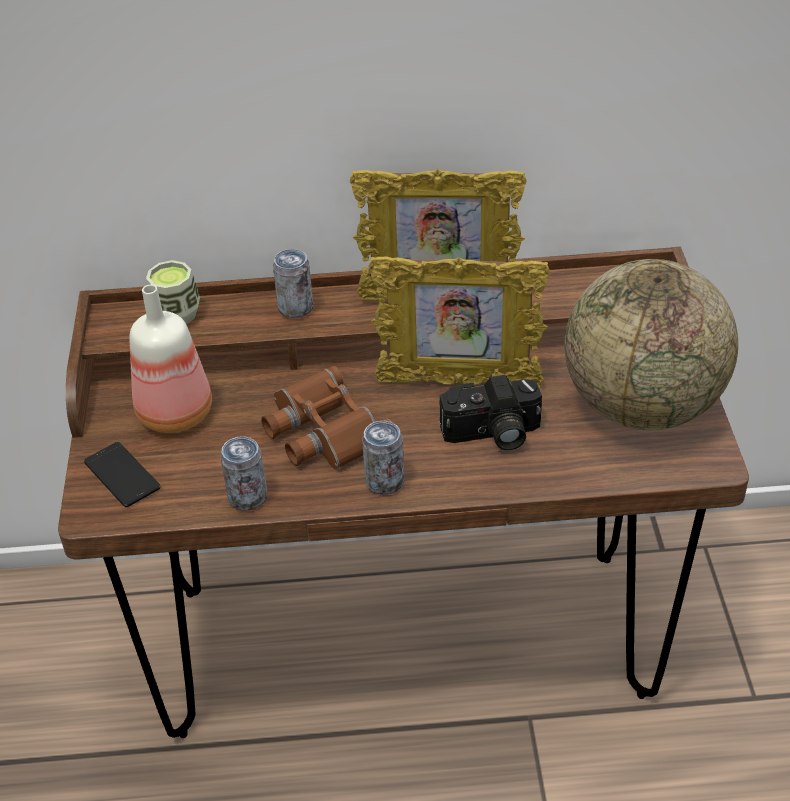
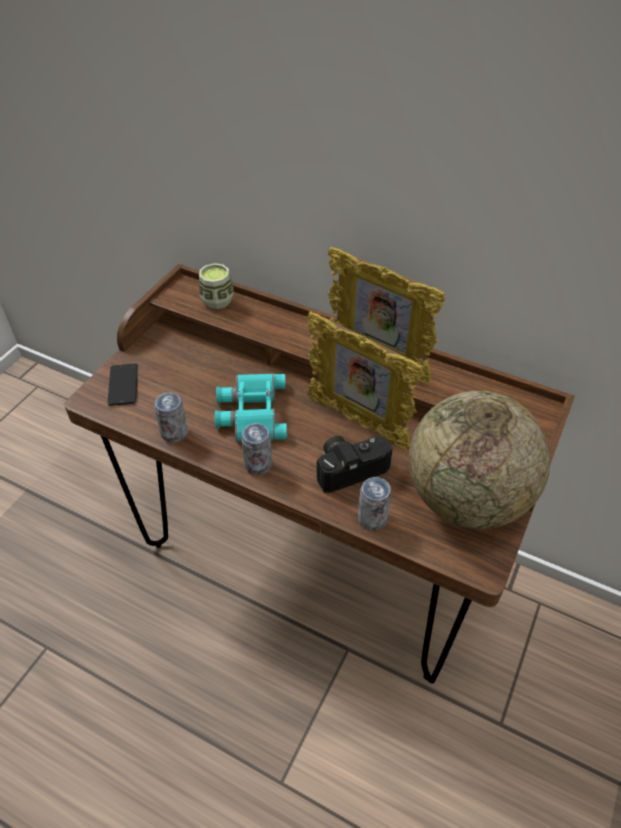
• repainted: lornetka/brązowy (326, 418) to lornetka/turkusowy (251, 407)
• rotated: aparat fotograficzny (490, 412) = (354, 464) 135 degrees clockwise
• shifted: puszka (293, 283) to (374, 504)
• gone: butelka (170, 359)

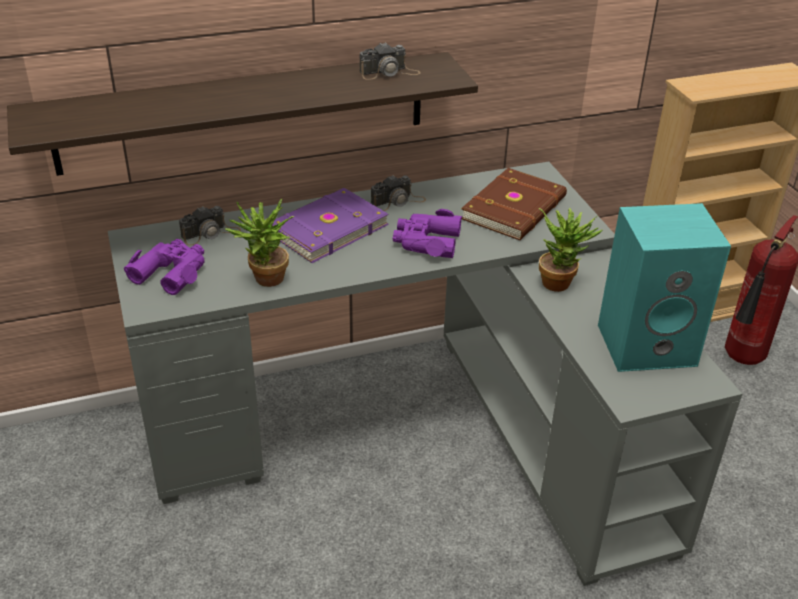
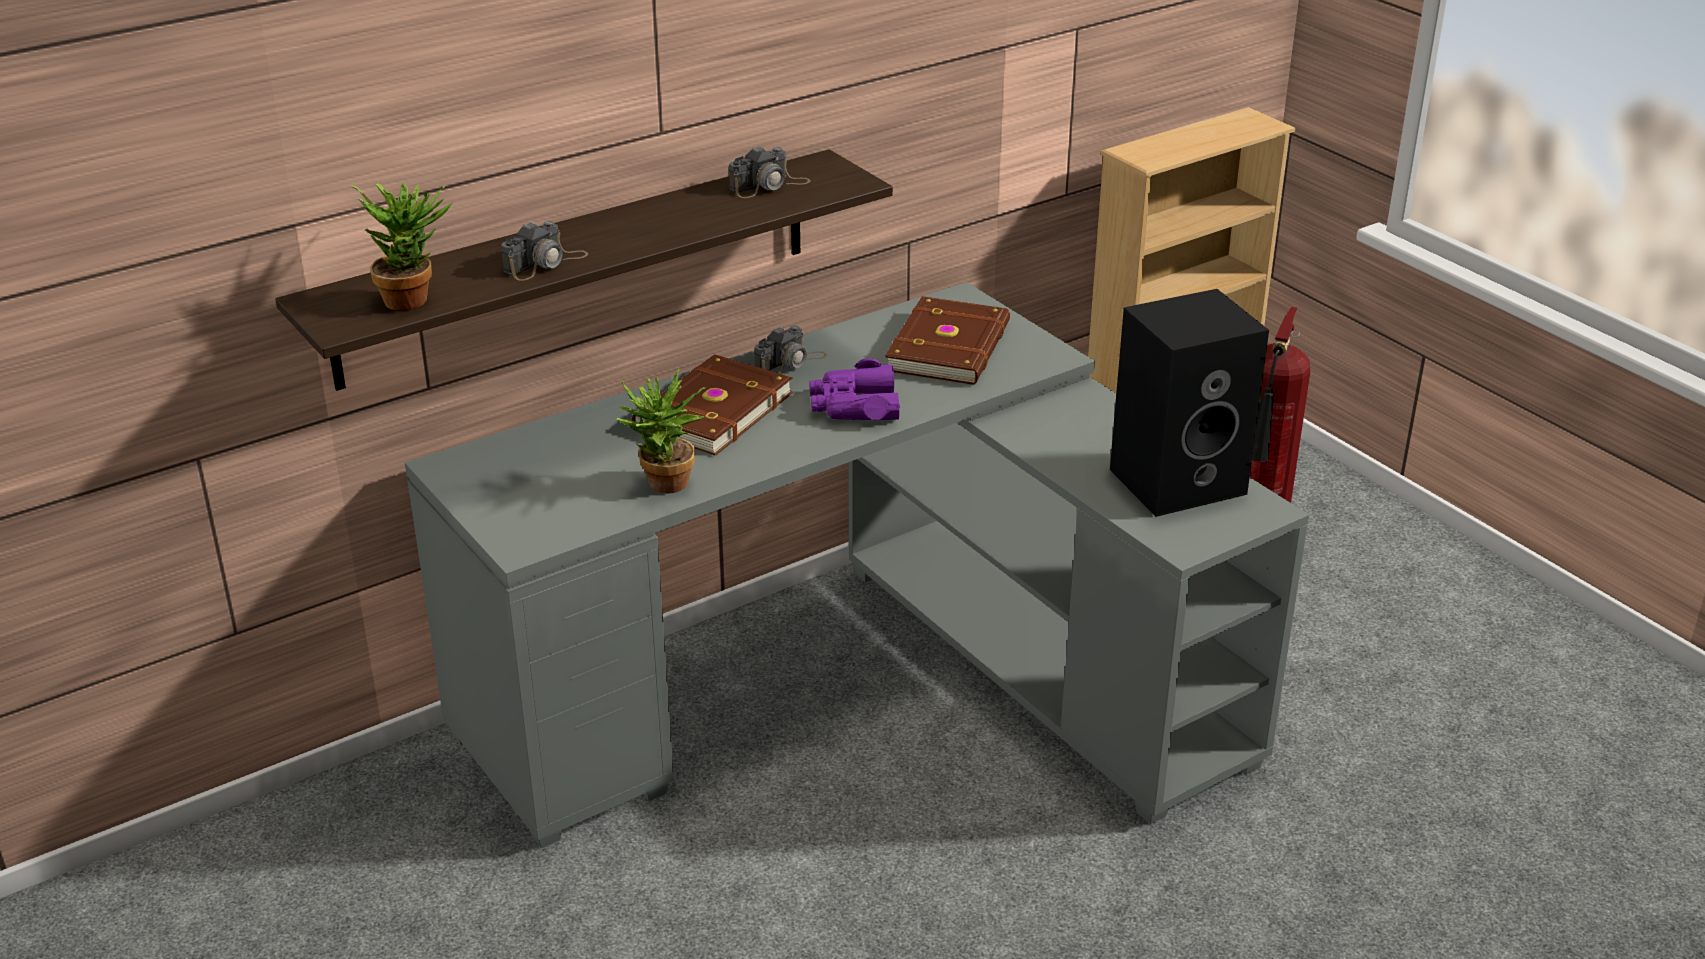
• shifted: roślina doniczkowa (571, 250) to (402, 247)
• shifted: aparat fotograficzny (210, 226) to (544, 251)
• repainted: książka/fioletowy (330, 225) to książka/brązowy (712, 405)
• repainted: głośnik/turkusowy (664, 287) to głośnik/czarny (1189, 403)
• gone: lornetka/fioletowy (164, 267)

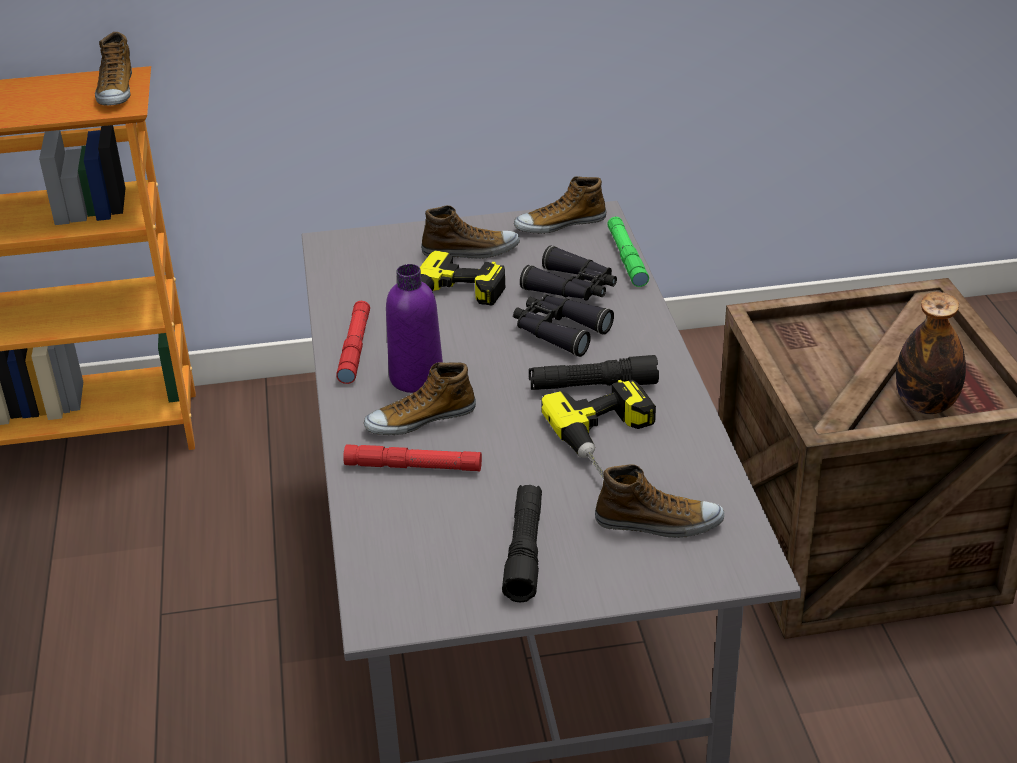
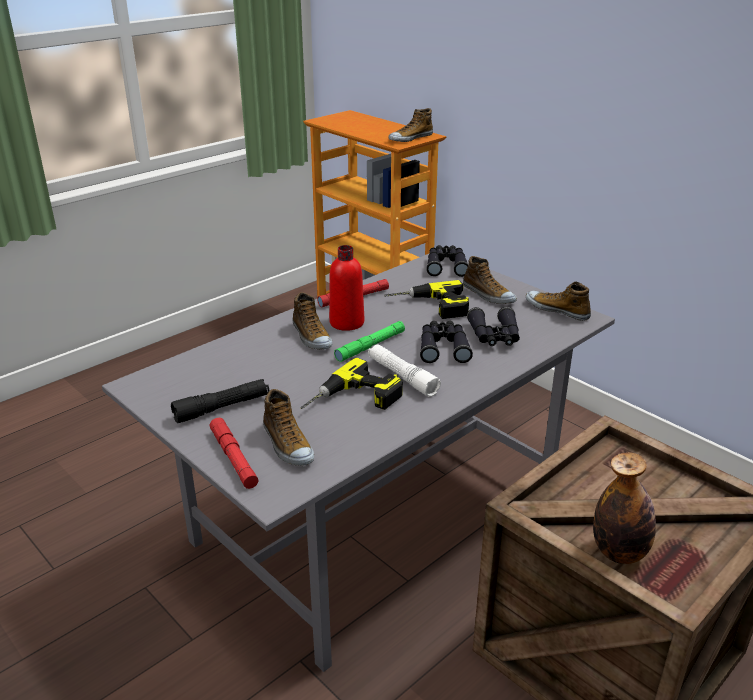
• shifted: latarka/czerwony (412, 457) to (234, 453)
• rotated: but (420, 398) = (312, 321) 150 degrees counterclockwise
• repainted: butelka/fioletowy (414, 328) to butelka/czerwony (346, 288)
• shifted: latarka/zielony (628, 252) to (369, 341)
• repainted: latarka/czarny (594, 372) to latarka/biały (404, 371)
• new: lornetka/czarny (447, 261)

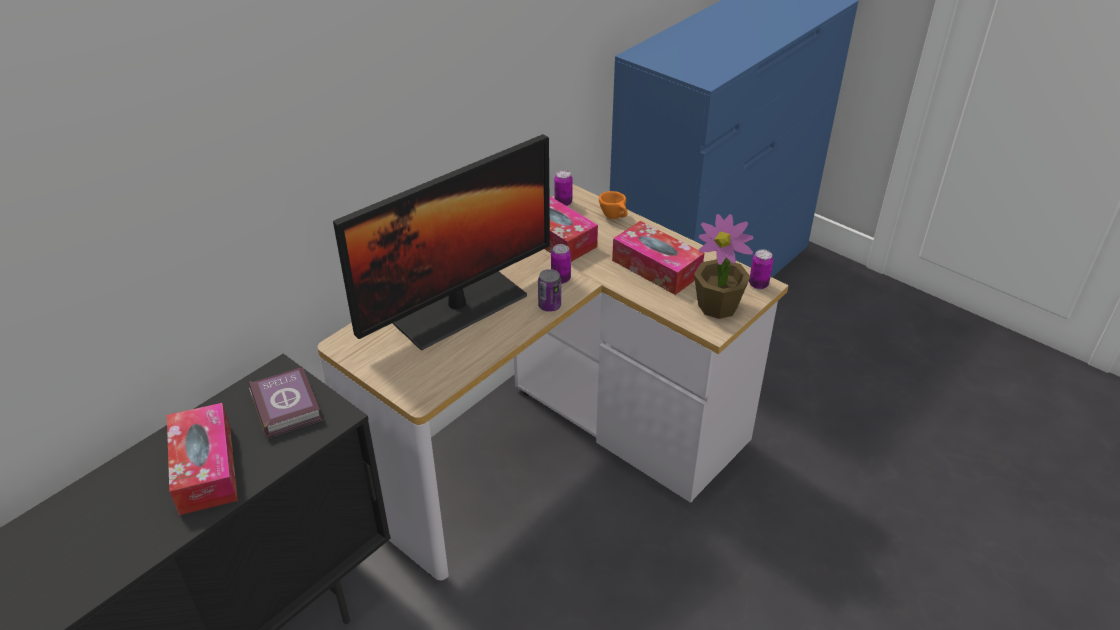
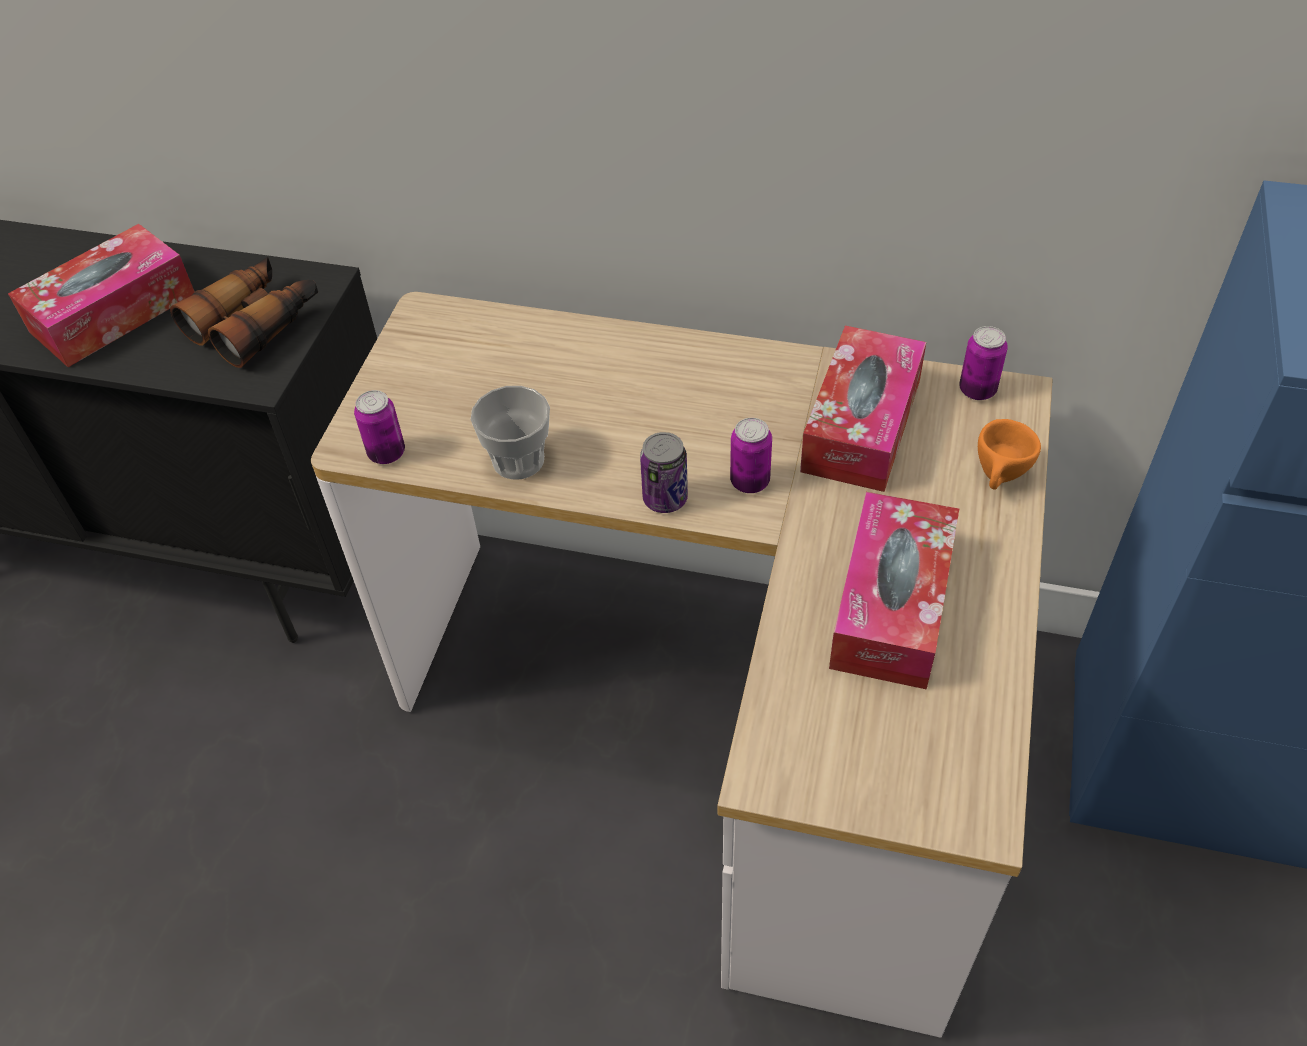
• swapped: książka (285, 402) to lornetka (244, 312)
• shifted: puszka (761, 269) to (379, 427)
• new: filiżanka (510, 433)
• gone: monitor (441, 242)
• gone: roślina doniczkowa (723, 266)

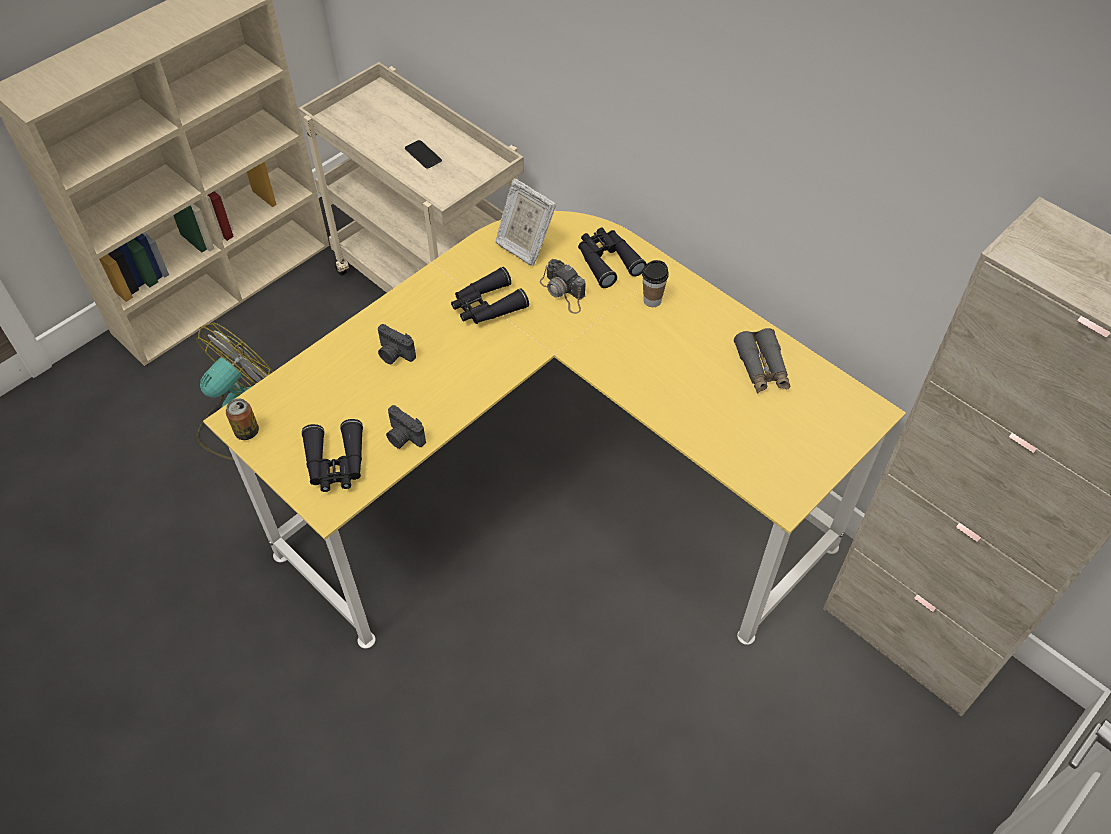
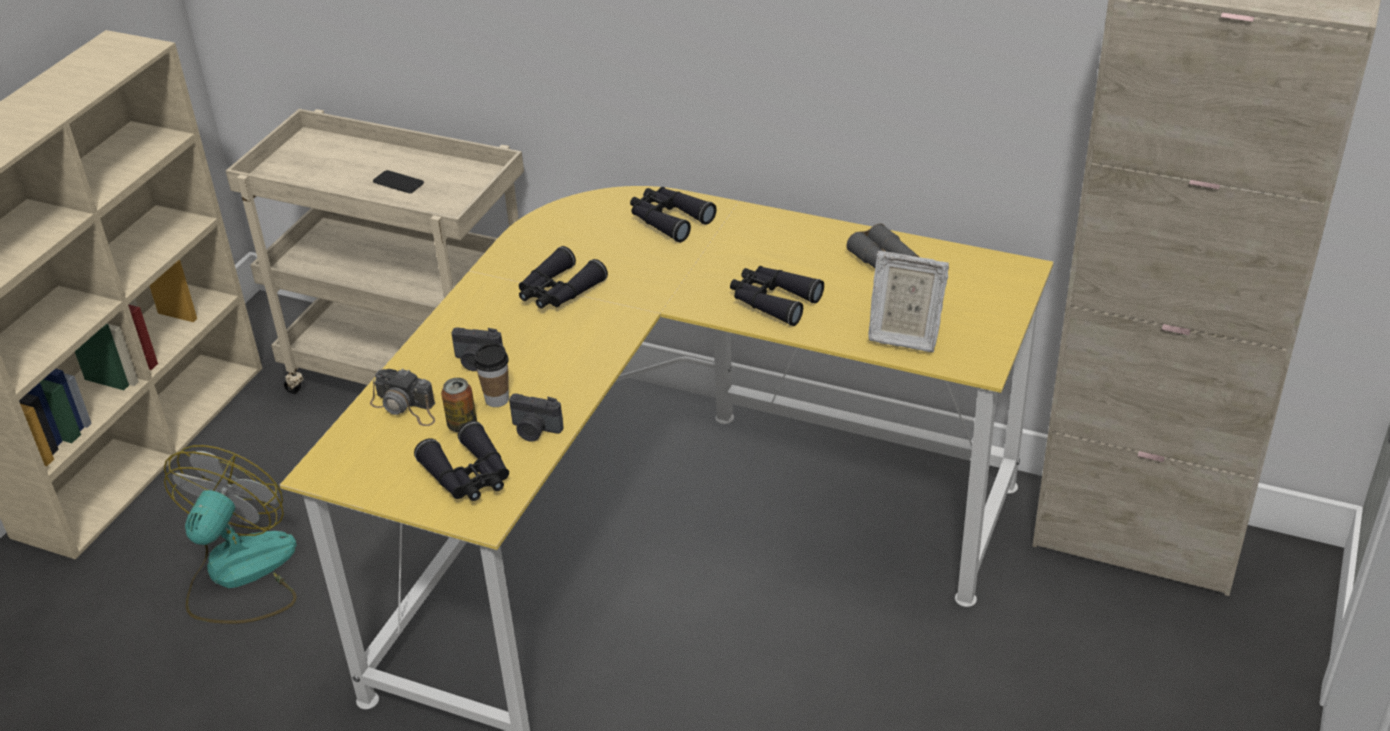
• shifted: aparat fotograficzny (562, 286) to (402, 397)
• shifted: puszka (242, 419) to (459, 405)
• shifted: filiżanka (655, 283) to (491, 375)
• new: lornetka/czarny (777, 296)
• shifted: ramka na zdjęcie (525, 222) to (908, 301)

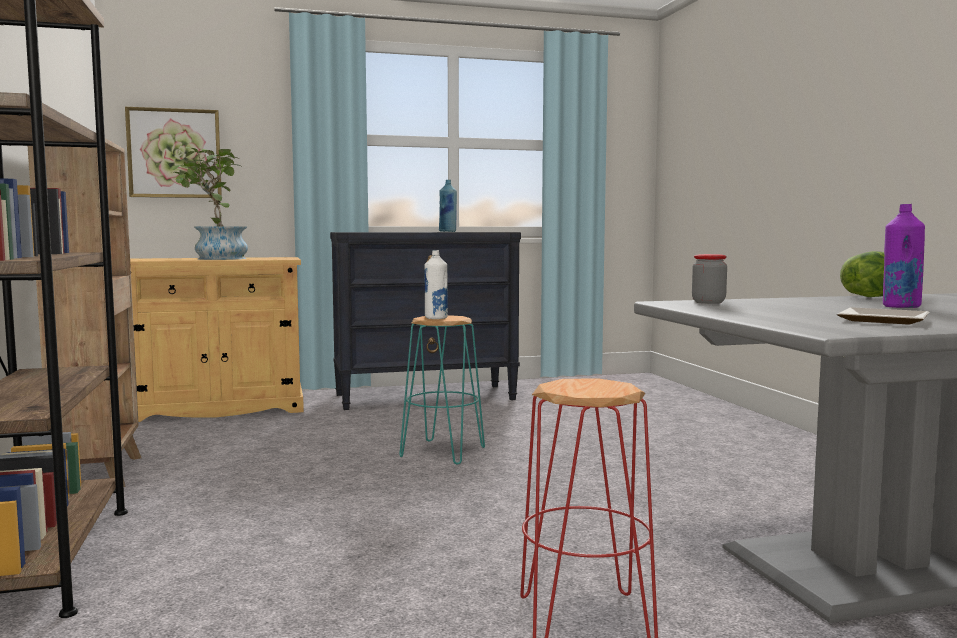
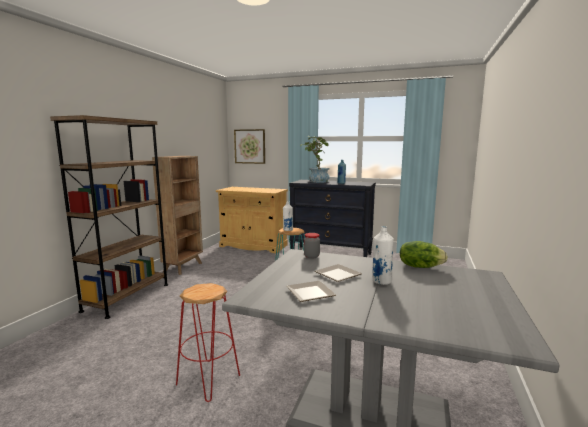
• shifted: roślina doniczkowa (209, 203) to (315, 159)
• new: talerz (338, 273)
• repainted: butelka/fioletowy (904, 256) to butelka/biały (383, 255)

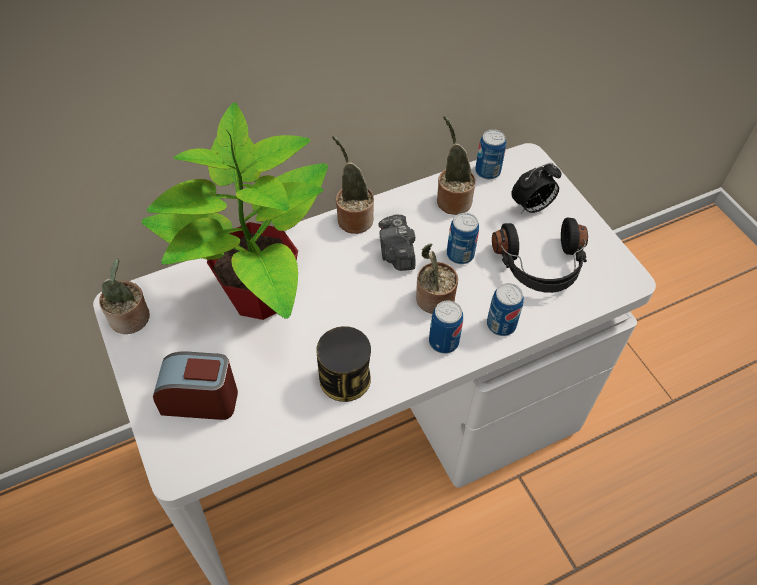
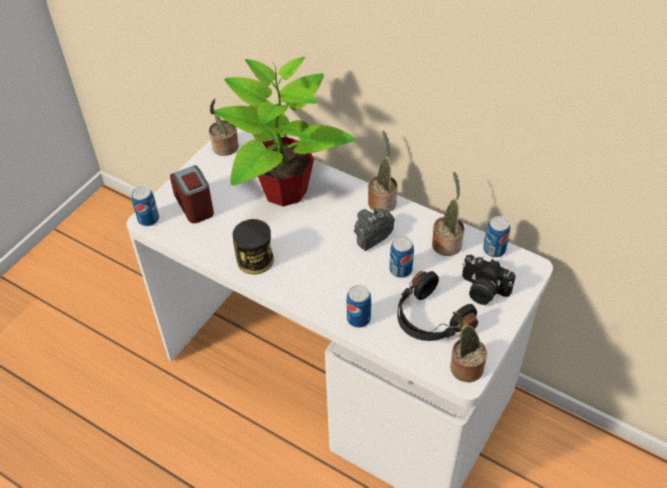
• shifted: puszka (446, 327) to (145, 206)
• shifted: roślina doniczkowa (437, 278) to (468, 346)
• swapped: budzik (536, 188) to aparat fotograficzny (489, 280)

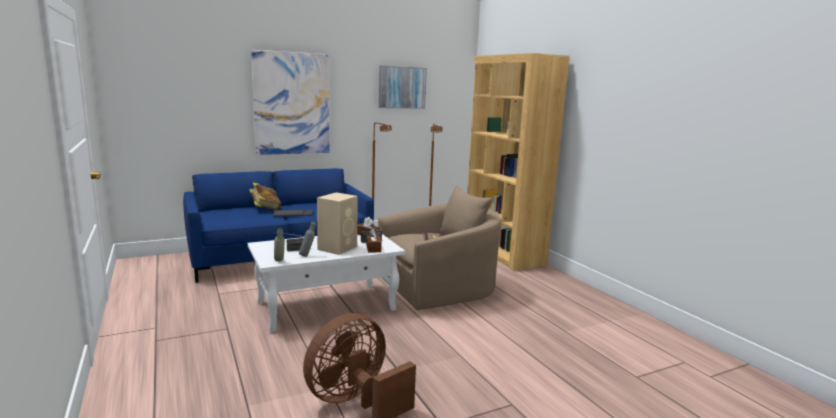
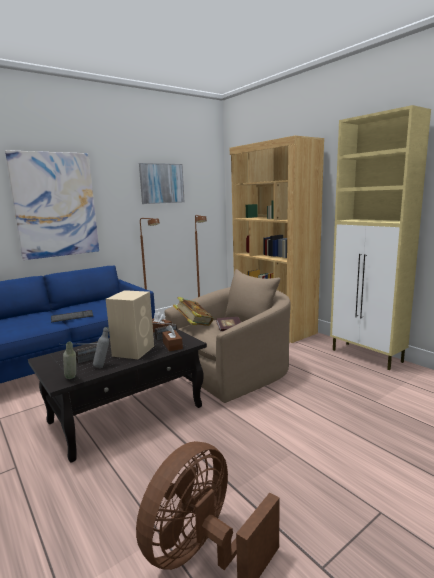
• repainted: ława/biały (326, 283) to ława/czarny (117, 396)
• shifted: książka (265, 196) to (193, 311)
• new: szafka/beżowy (380, 237)

